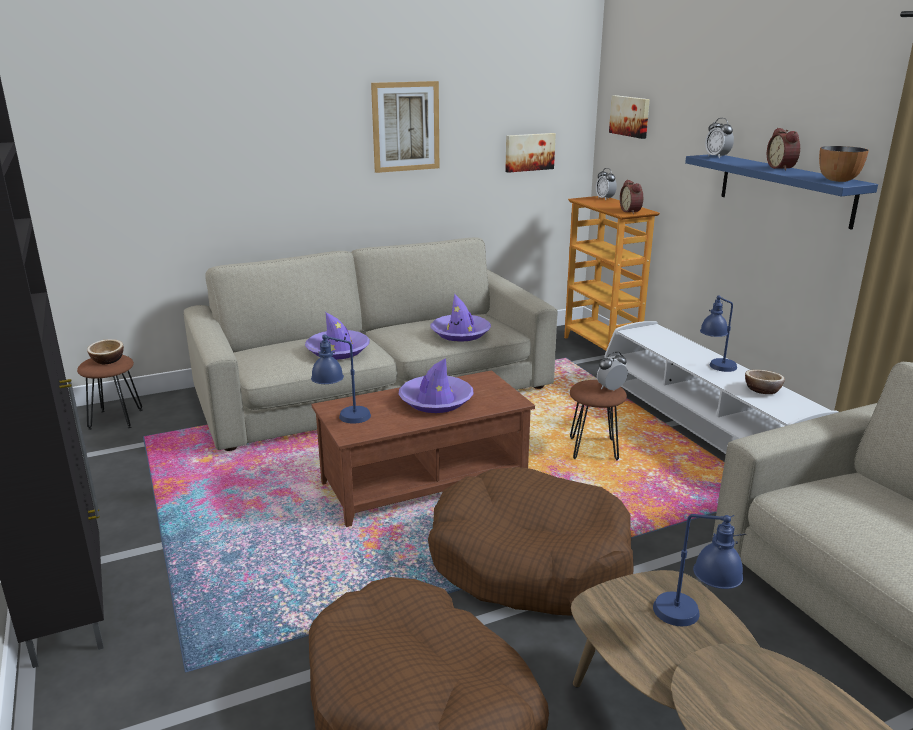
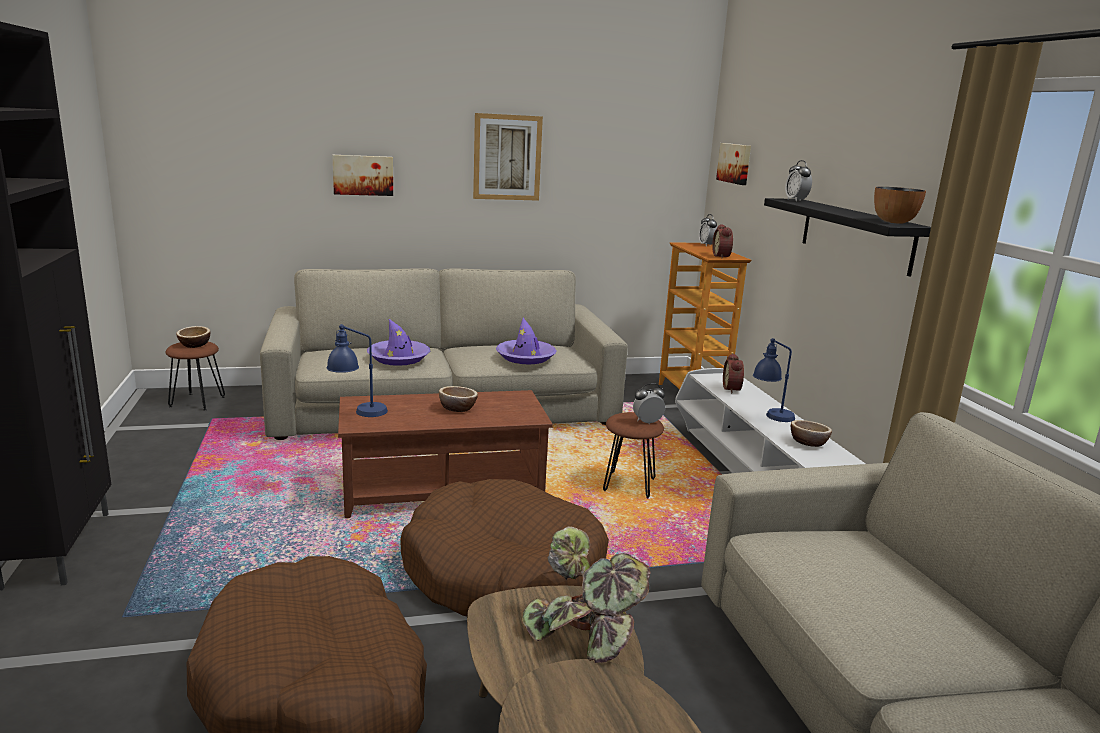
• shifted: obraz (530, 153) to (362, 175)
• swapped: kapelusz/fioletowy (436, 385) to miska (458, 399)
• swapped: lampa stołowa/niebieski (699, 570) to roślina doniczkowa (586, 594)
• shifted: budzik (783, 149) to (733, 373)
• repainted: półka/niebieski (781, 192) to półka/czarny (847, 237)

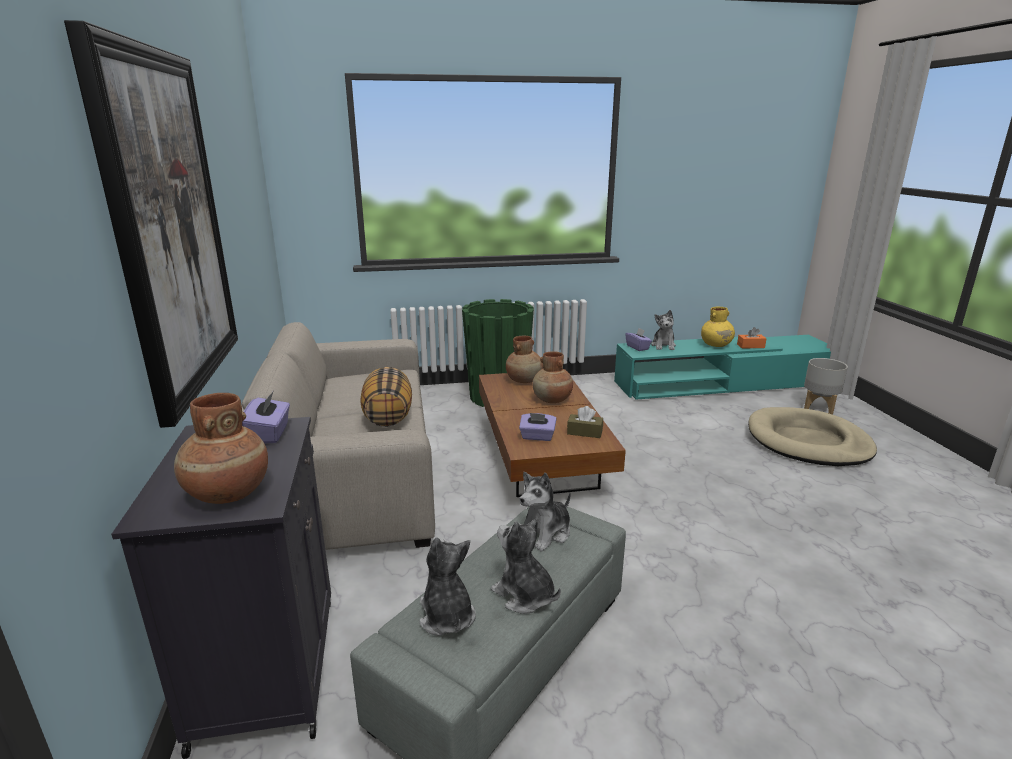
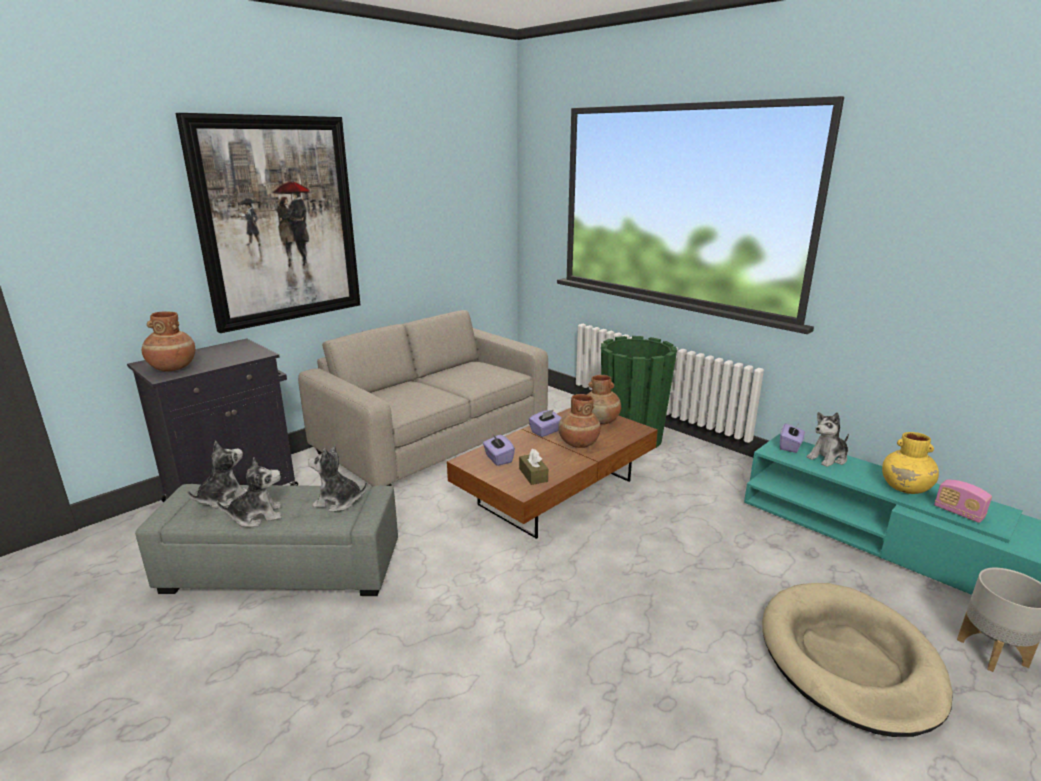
• rotated: pluszak (526, 566) = (249, 492) 60 degrees clockwise
• shifted: pudełko chusteczek/fioletowy (266, 417) to (545, 423)
• swapped: pudełko chusteczek/pomarańczowy (752, 338) to radio (963, 501)
• gone: poduszka (386, 397)

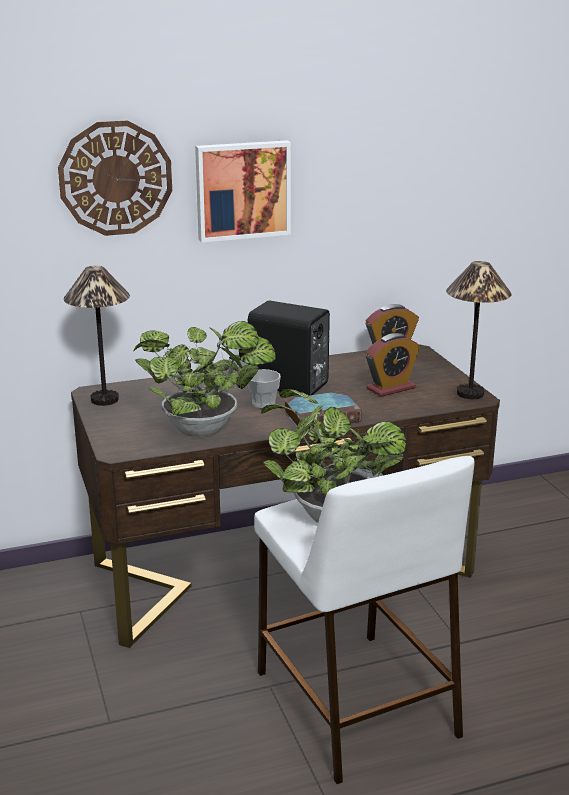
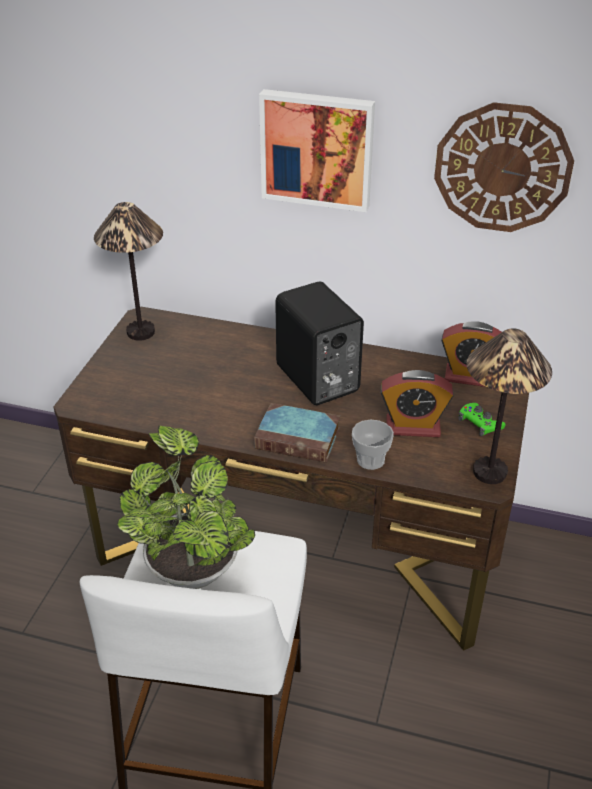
• shifted: filiżanka (264, 388) to (373, 445)
• shifted: zegar ścienny (115, 178) to (504, 167)
• new: pad do gier/zielony (481, 419)
• gone: roślina doniczkowa (204, 379)

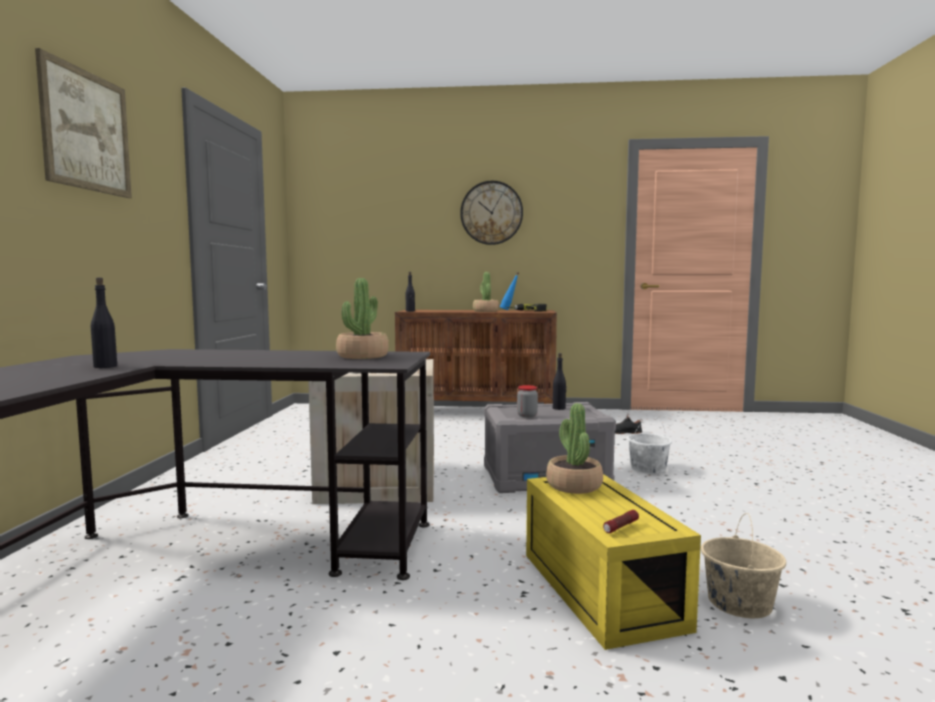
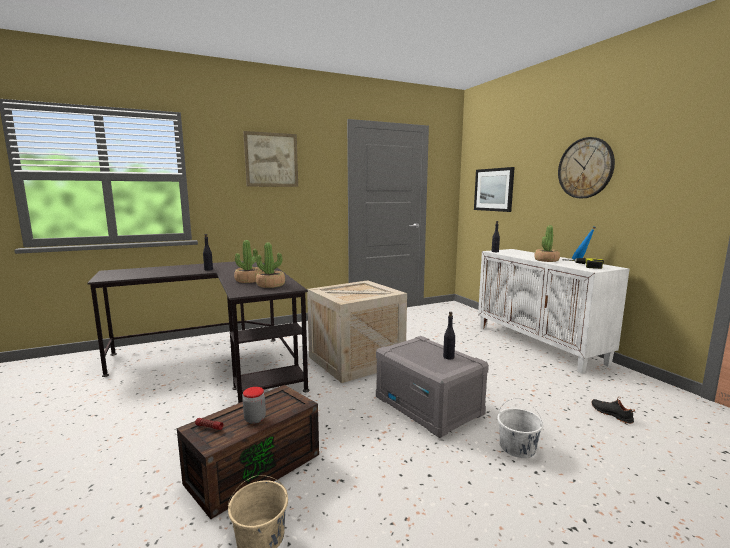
• repainted: pojemnik do przechowywania/żółty (613, 562) to pojemnik do przechowywania/brązowy (248, 452)
• shifted: roślina doniczkowa (574, 448) to (248, 261)
• shifted: słoik (527, 401) to (254, 405)
• new: obraz (494, 189)
• repainted: szafka/brązowy (476, 357) to szafka/biały (554, 311)

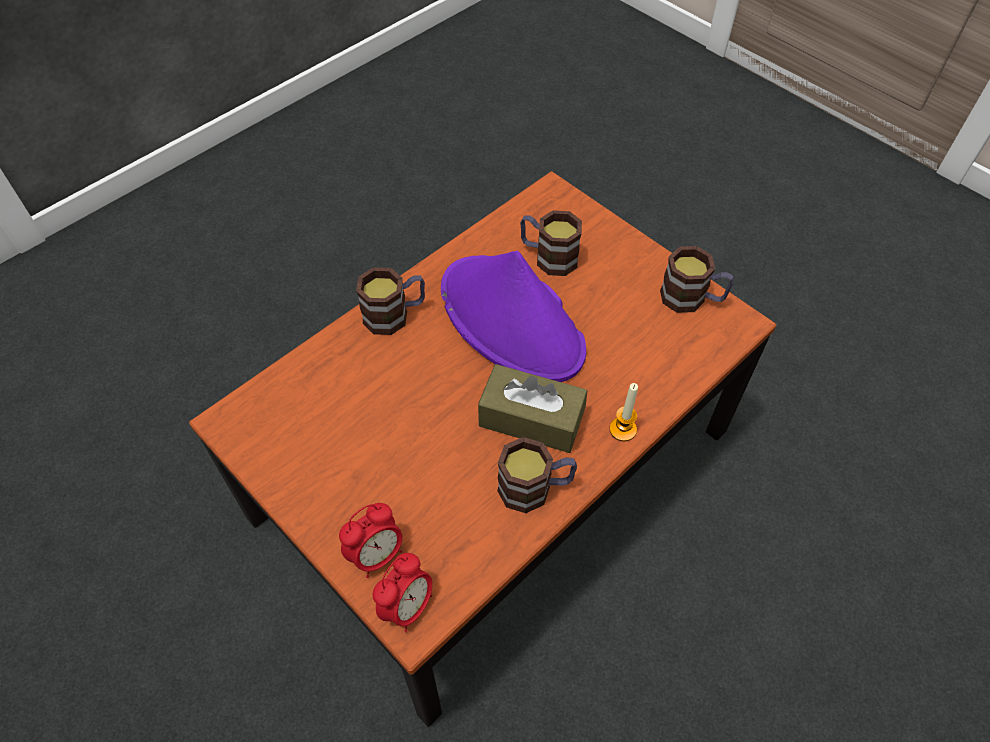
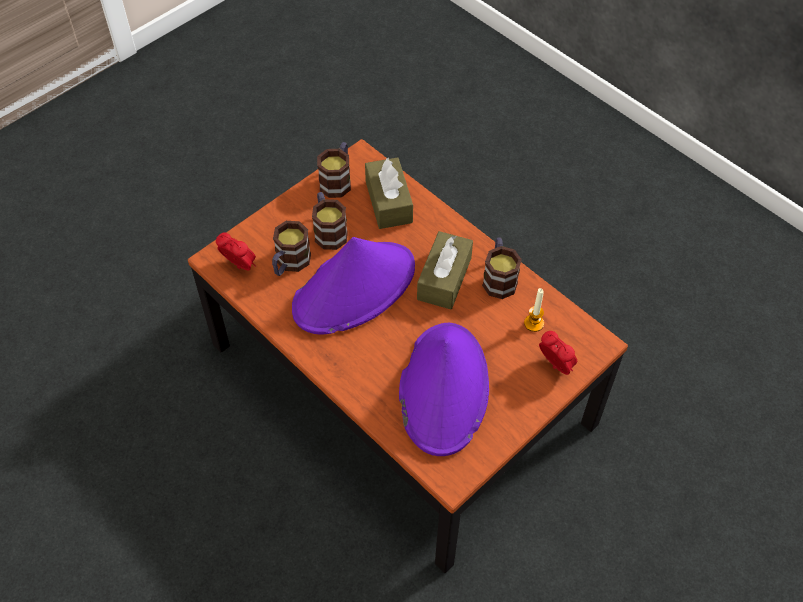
• shifted: budzik (403, 592) to (236, 251)
• shifted: kubek (390, 301) to (330, 221)
• new: pudełko chusteczek/brązowy (389, 193)
• new: kapelusz/fioletowy (444, 389)
• shifted: świeca (623, 412) to (534, 310)

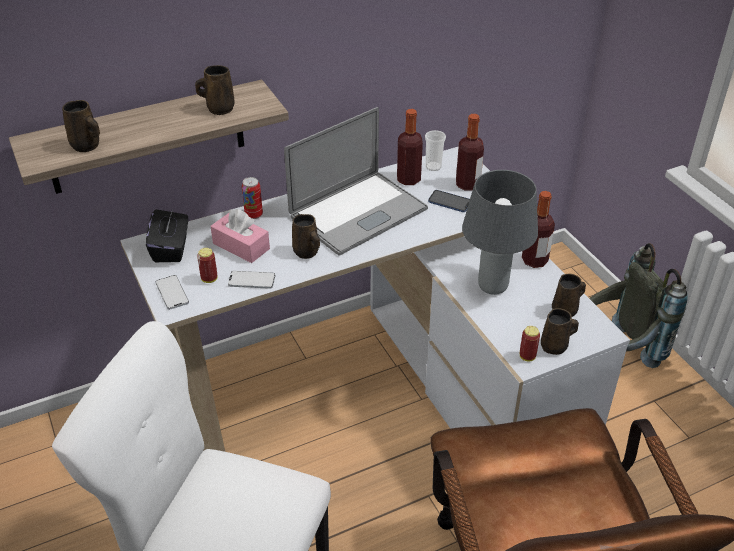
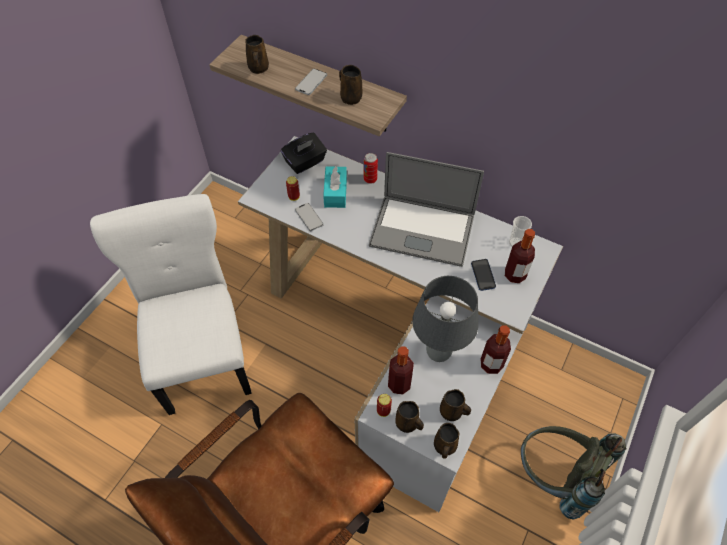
• shifted: telefon (172, 292) to (311, 82)
• repainted: pudełko chusteczek/różowy (240, 236) to pudełko chusteczek/turkusowy (335, 186)
• shifted: butelka (410, 147) to (401, 370)
• shifted: kubek/brązowy (306, 236) to (446, 441)

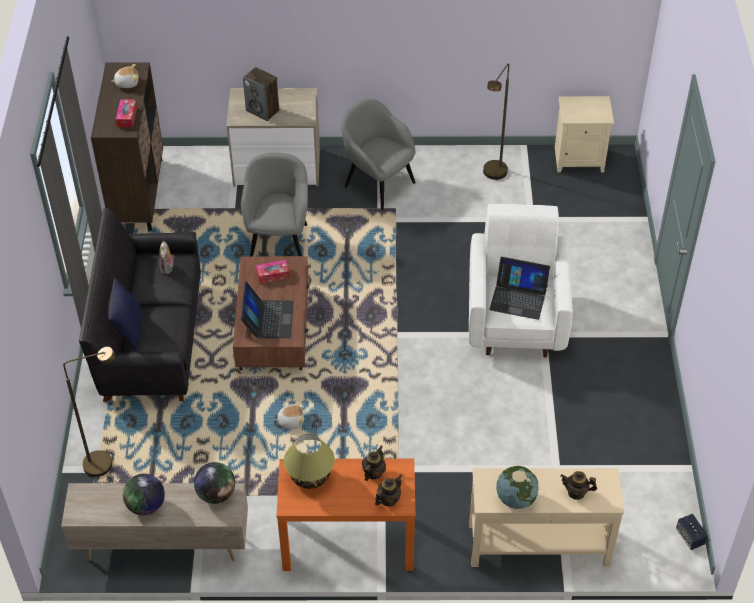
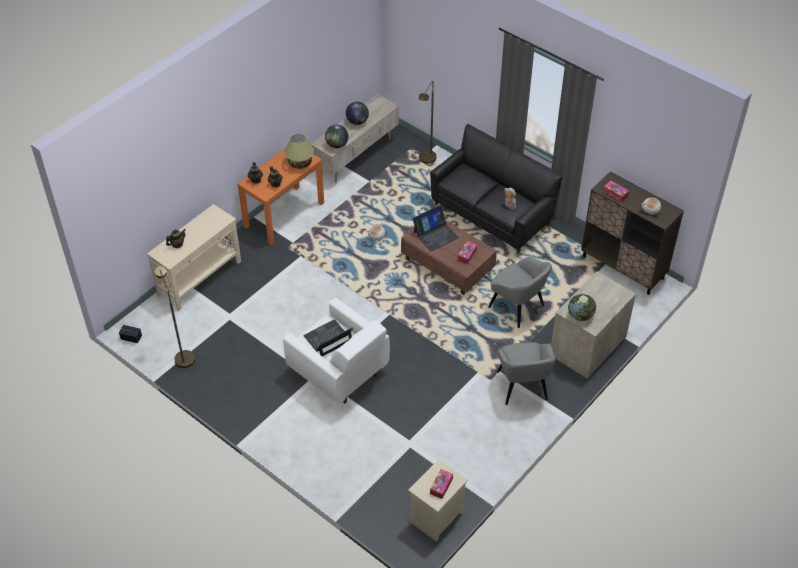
• shifted: lampa stojąca/brązowy (496, 122) to (175, 317)
• rotated: laptop (267, 310) = (436, 228) 75 degrees counterclockwise
• new: pudełko chusteczek (441, 484)
• rotated: fotel/szary (378, 154) = (526, 373) 90 degrees clockwise
• shifted: globus (517, 487) to (582, 307)
• gone: poduszka/niebieski (125, 314)
• gone: głośnik (261, 94)

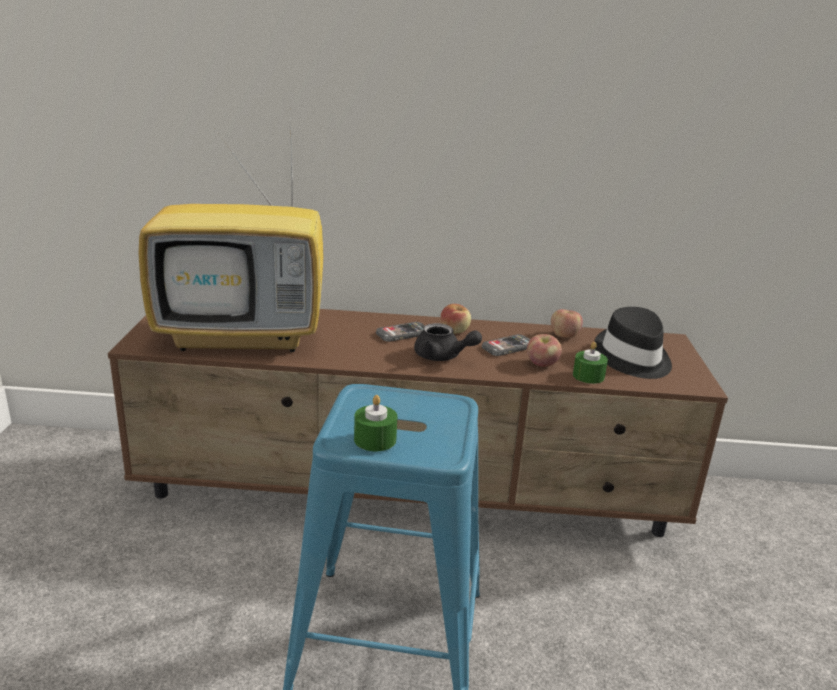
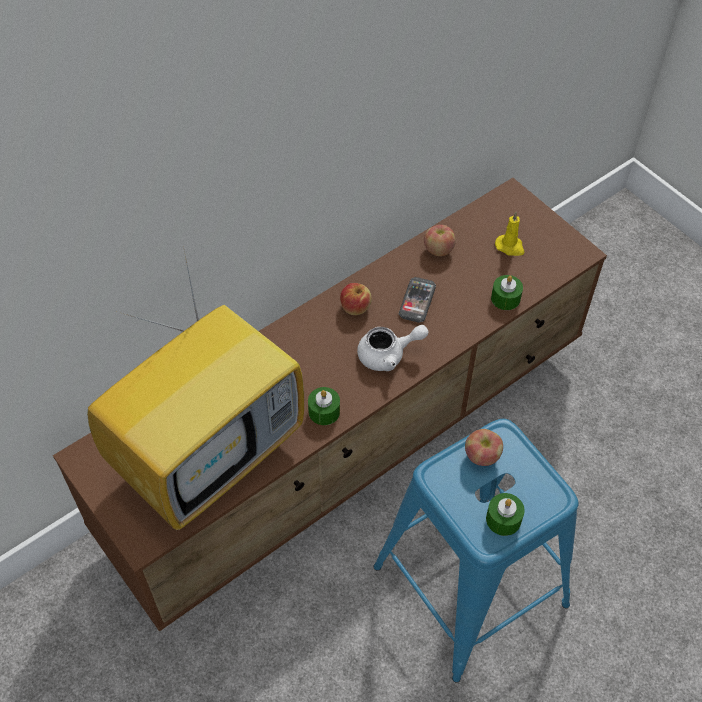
• new: świeca/zielony (324, 406)
• repainted: imbryk/czarny (448, 342) to imbryk/biały (392, 348)
• shifted: jabłko (544, 350) to (484, 447)
• swapped: kapelusz/czarny (633, 343) to świeca/żółty (509, 234)
• gone: telefon (400, 332)

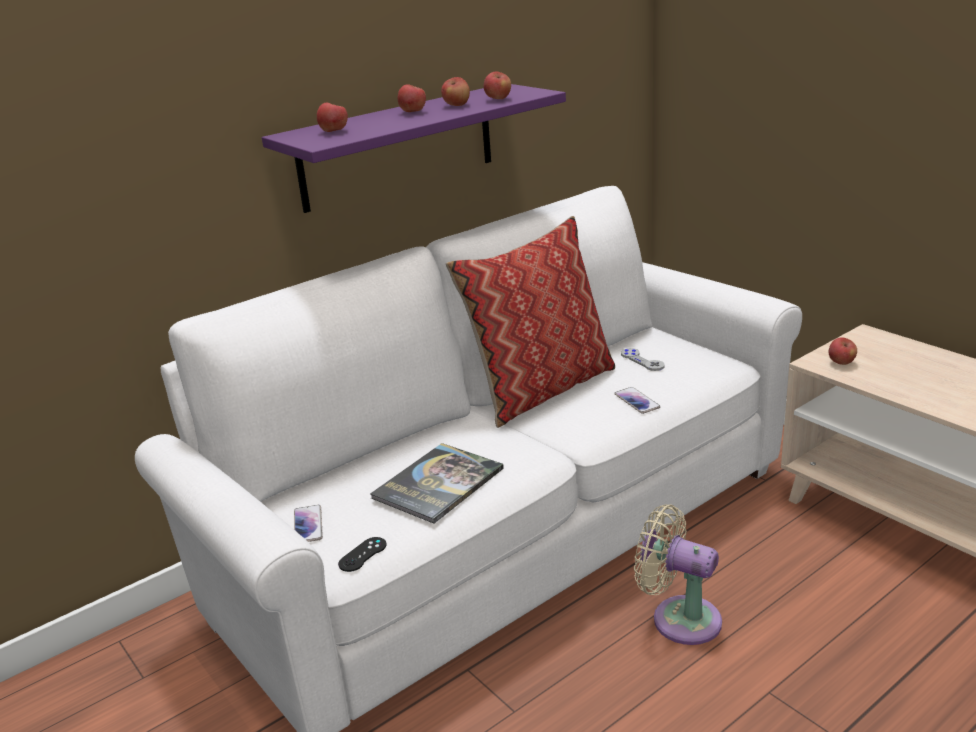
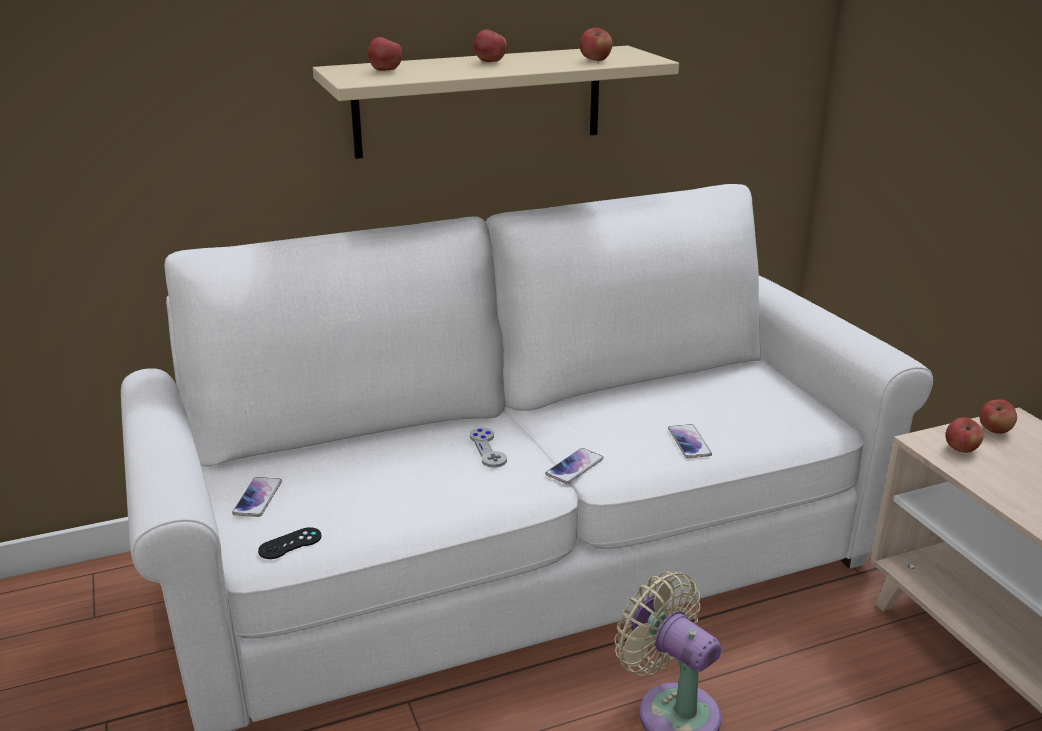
• repainted: półka/fioletowy (414, 148) to półka/beżowy (496, 102)
• shifted: pad do gier/szary (643, 359) to (488, 448)
• new: telefon (574, 466)
• shifted: jabłko (455, 91) to (998, 416)
• gone: książka (437, 483)
• gone: poduszka (530, 322)

